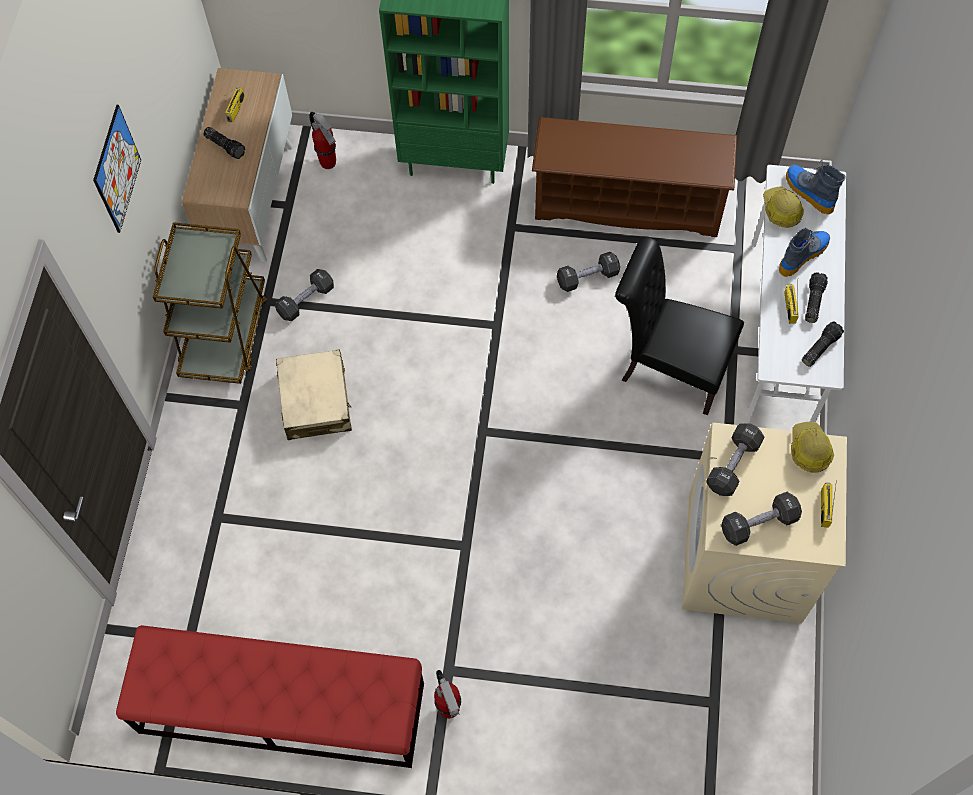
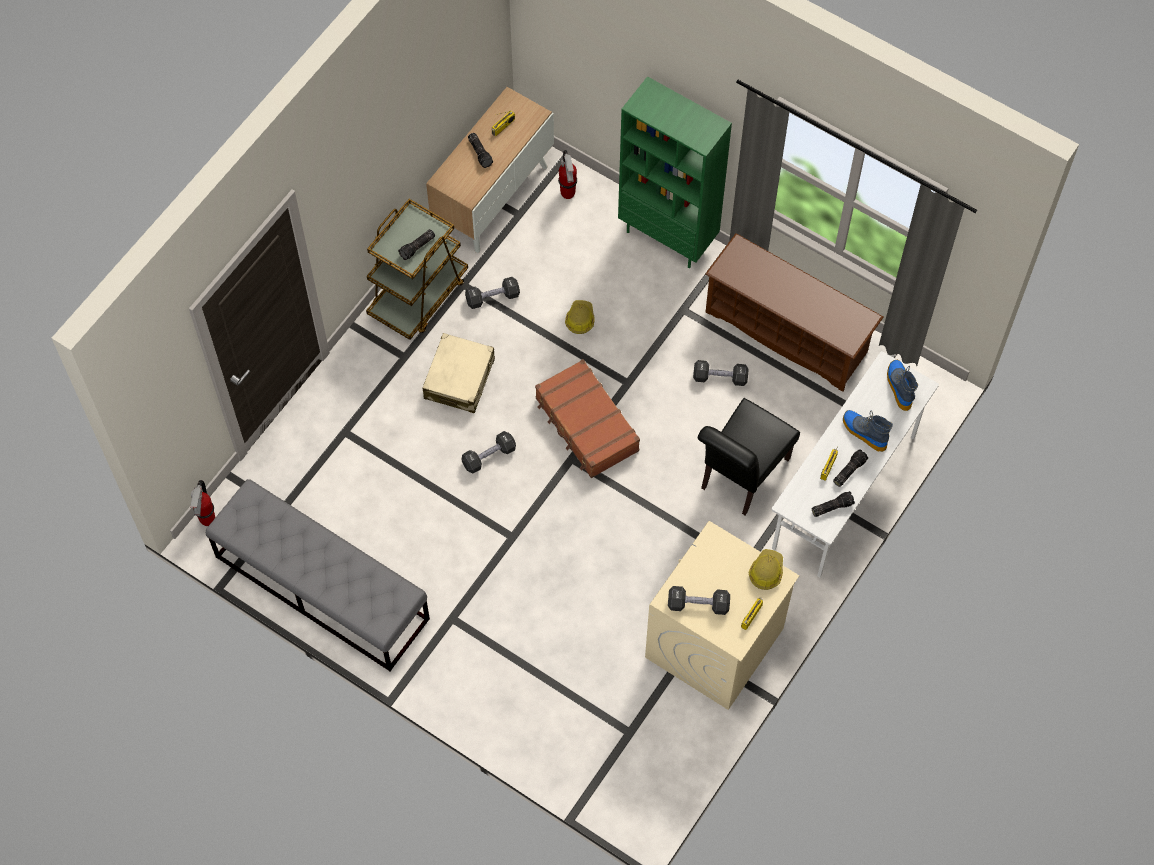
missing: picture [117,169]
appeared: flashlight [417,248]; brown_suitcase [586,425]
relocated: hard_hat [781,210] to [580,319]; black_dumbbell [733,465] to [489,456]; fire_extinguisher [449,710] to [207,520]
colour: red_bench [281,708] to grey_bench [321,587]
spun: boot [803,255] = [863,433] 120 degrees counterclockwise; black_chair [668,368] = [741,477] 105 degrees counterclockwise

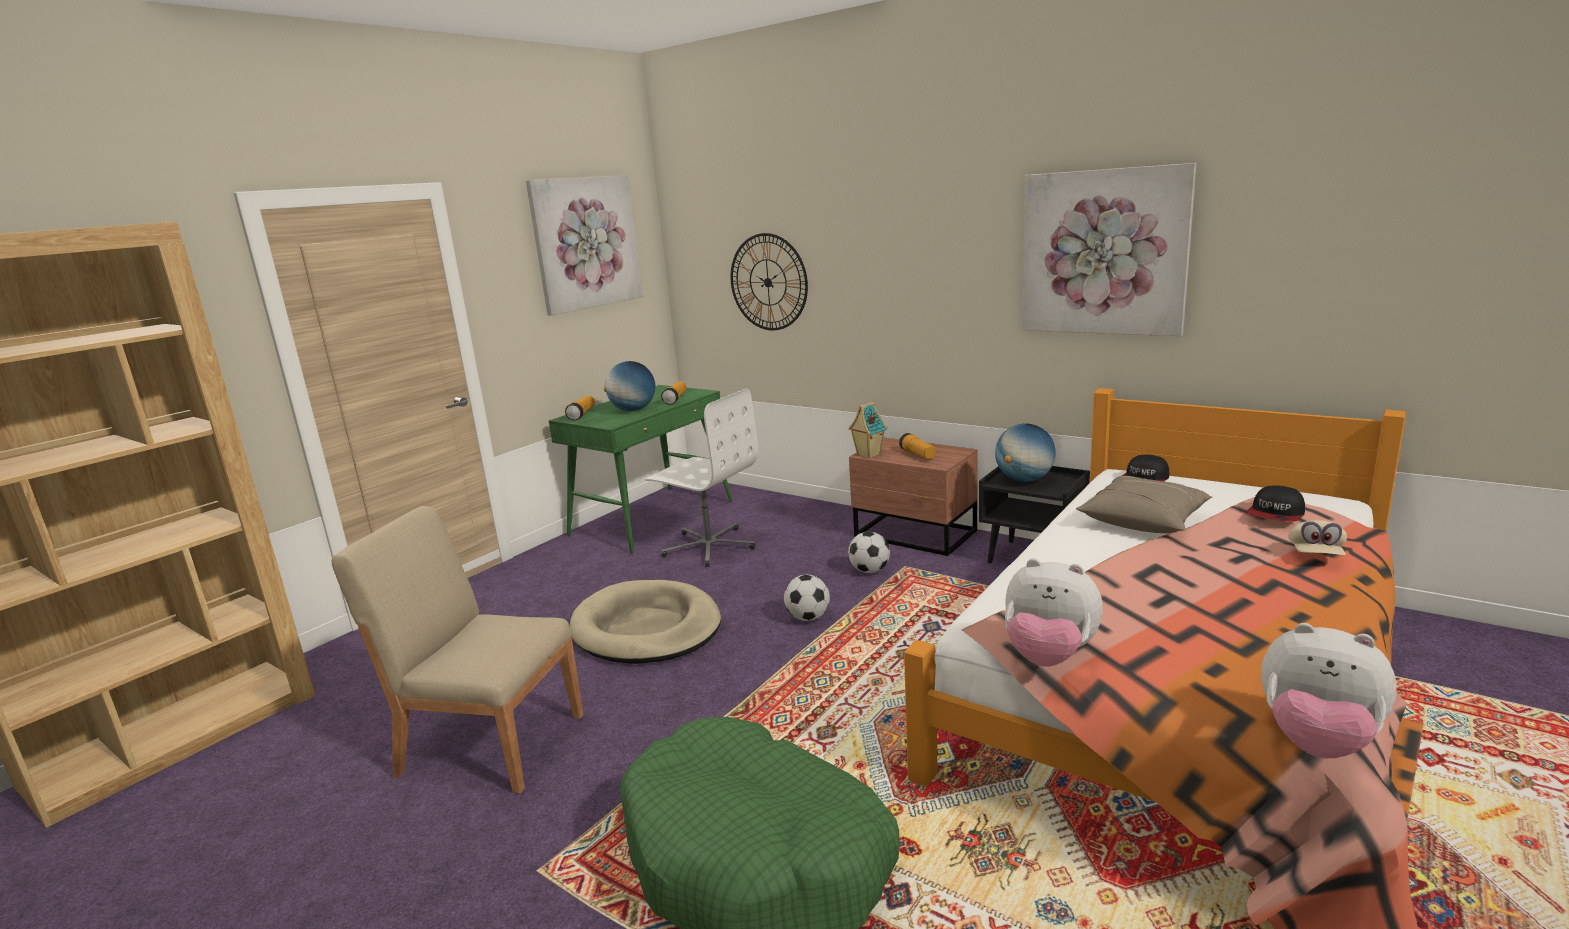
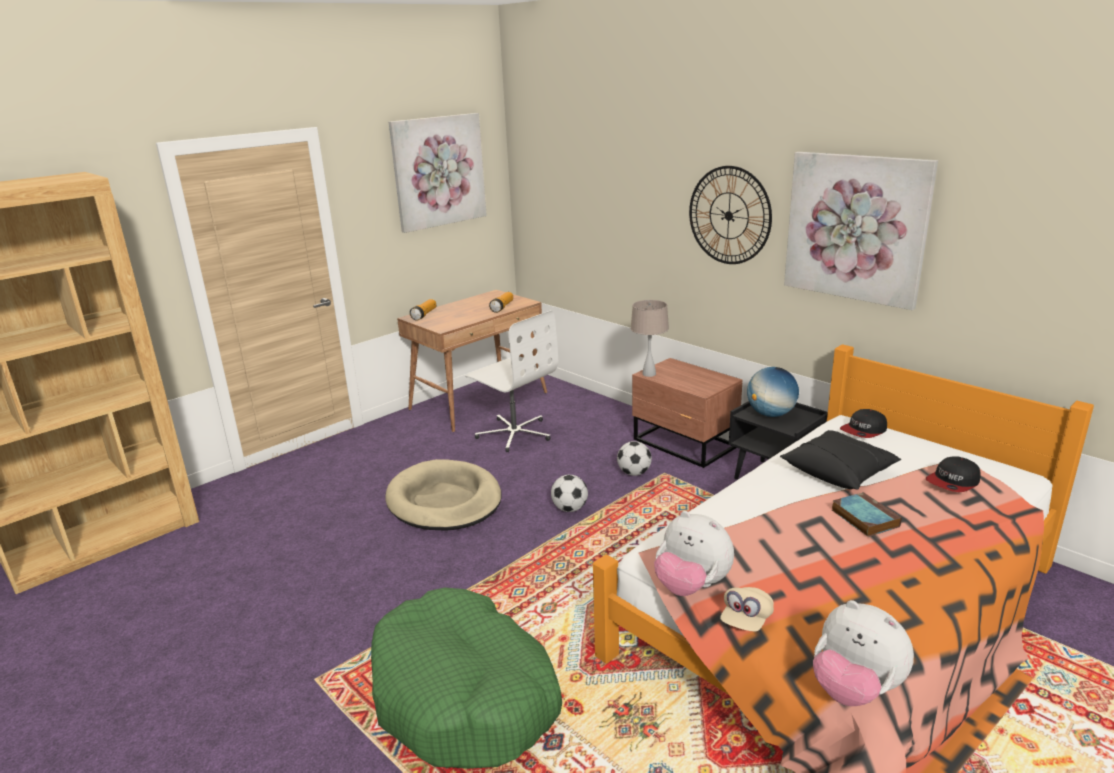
missing: globe [633,410]; flashlight [918,455]; beige_chair [490,743]
appeared: book [863,517]
relocated: wall_clock [768,282] to [729,215]; beige_cap [1315,555] to [746,620]
exchanged: toy_house [868,454] to beige_table_lamp [648,374]
colour: green_desk [652,517] to brown_desk [479,401]; beige_pillow [1143,521] to black_pillow [838,472]

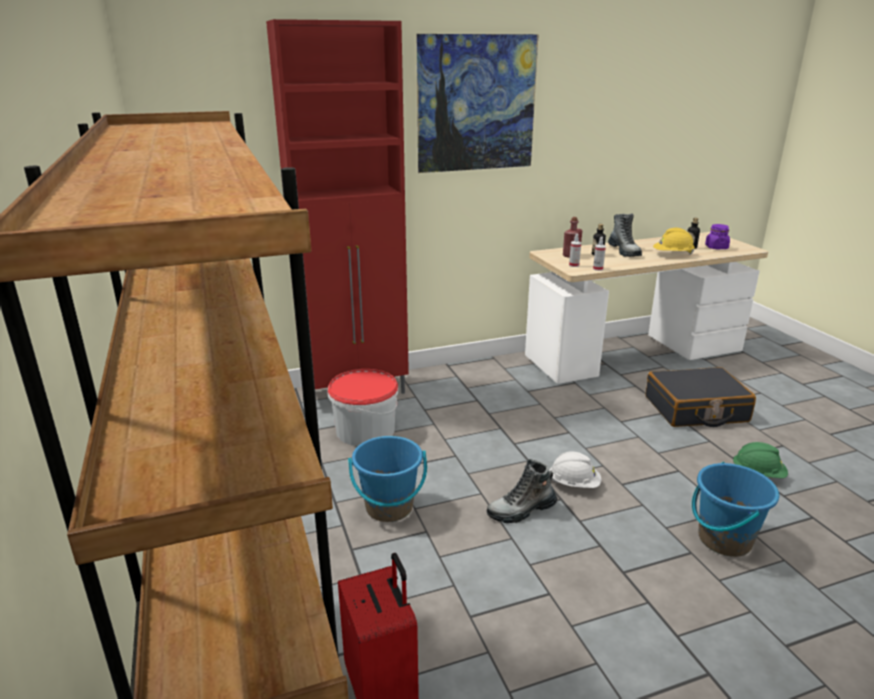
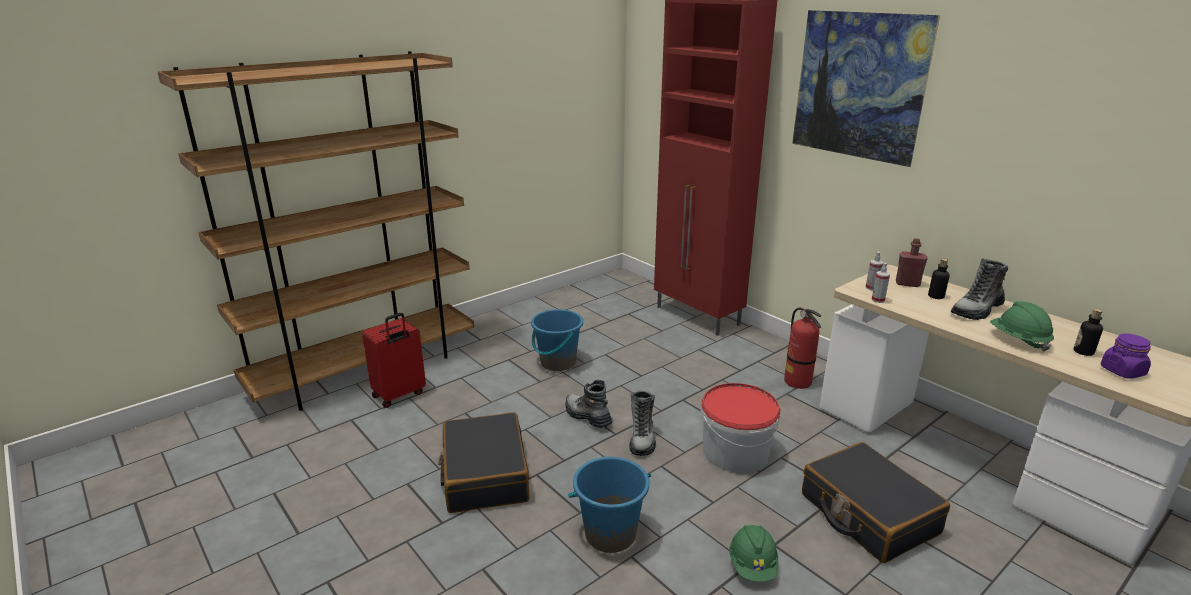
appeared: fire_extinguisher [798,382]; black_suitcase [484,474]
relocated: bucket [365,430] to [735,451]
exchanged: white_hard_hat [574,484] to boot [642,438]
colour: yellow_hard_hat [672,254] to green_hard_hat [1018,340]

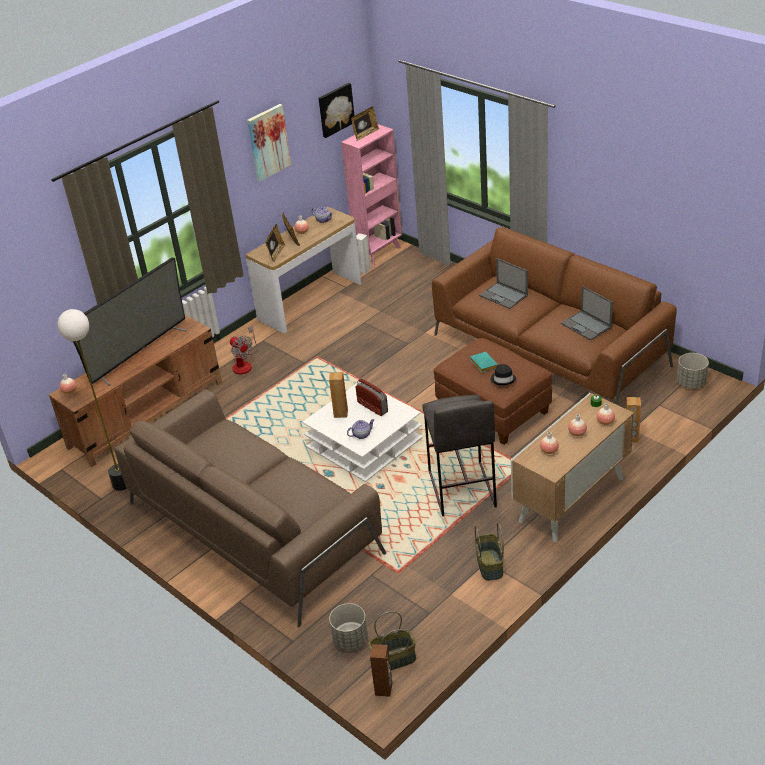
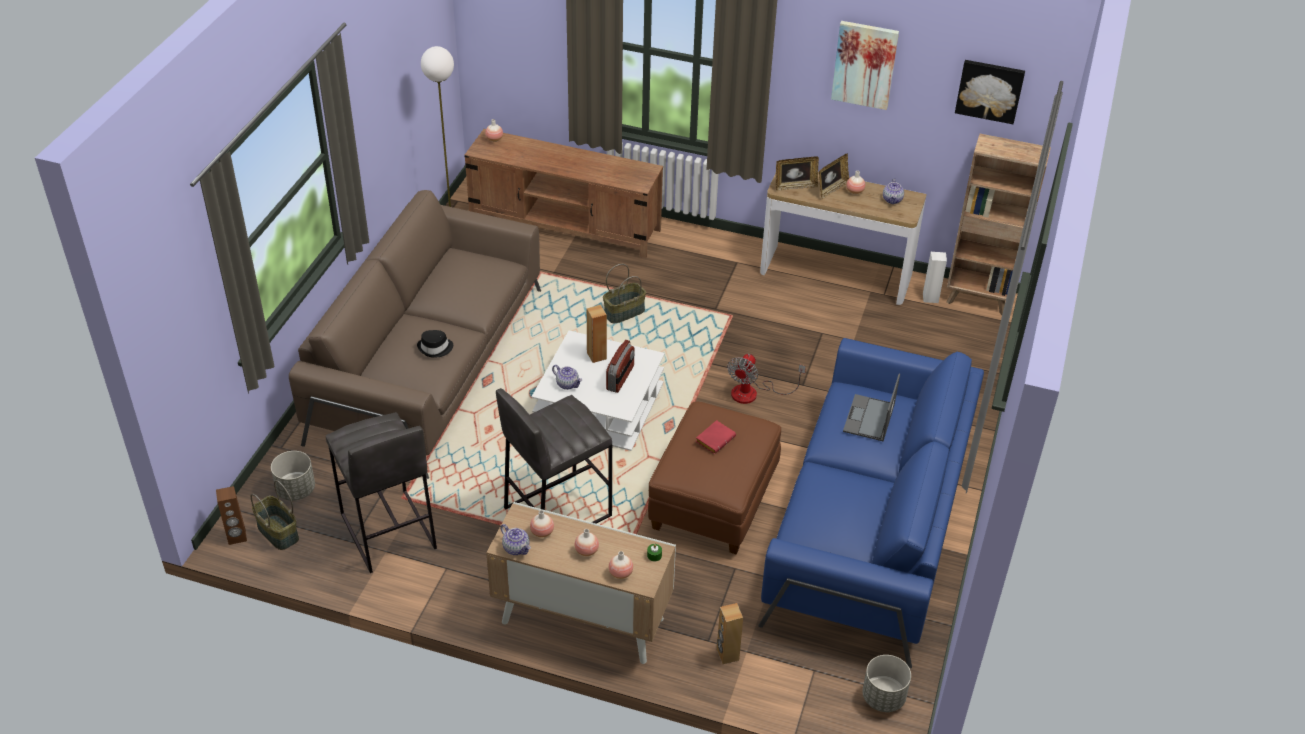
missing: picture_frame [365,134]; television [139,354]; laptop [586,325]
appeared: grey_stool [387,532]; teapot [516,548]
relocated: fan [244,364] to [753,393]; black_hat [503,379] to [435,348]; basket [489,565] to [624,312]
colour: pink_bookcase [379,252] to brown_bookcase [979,299]; brown_sofa [550,350] to blue_sofa [869,524]; turquoise_book [482,364] to red_book [715,439]

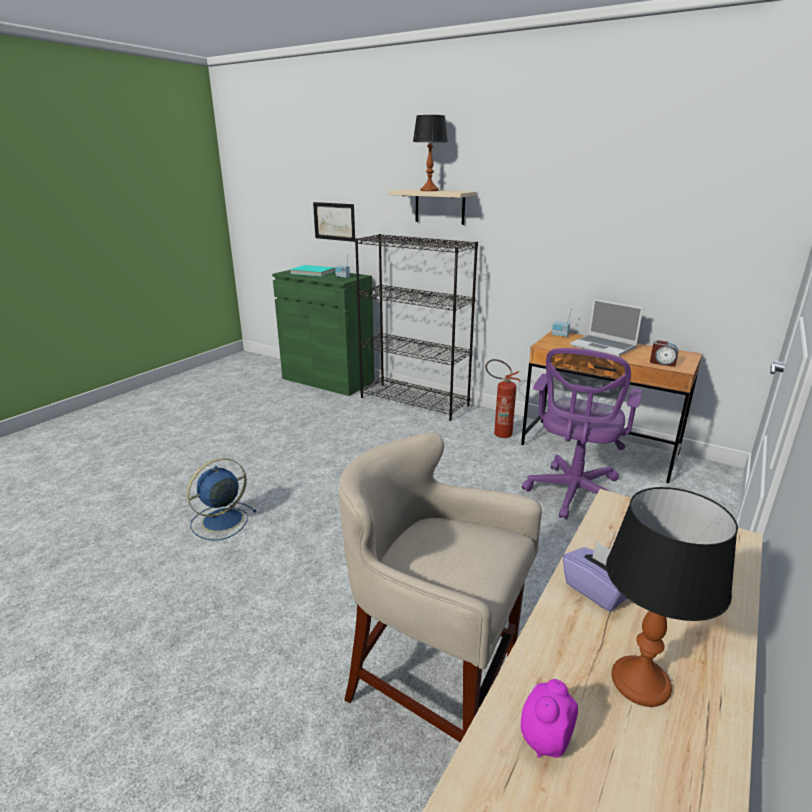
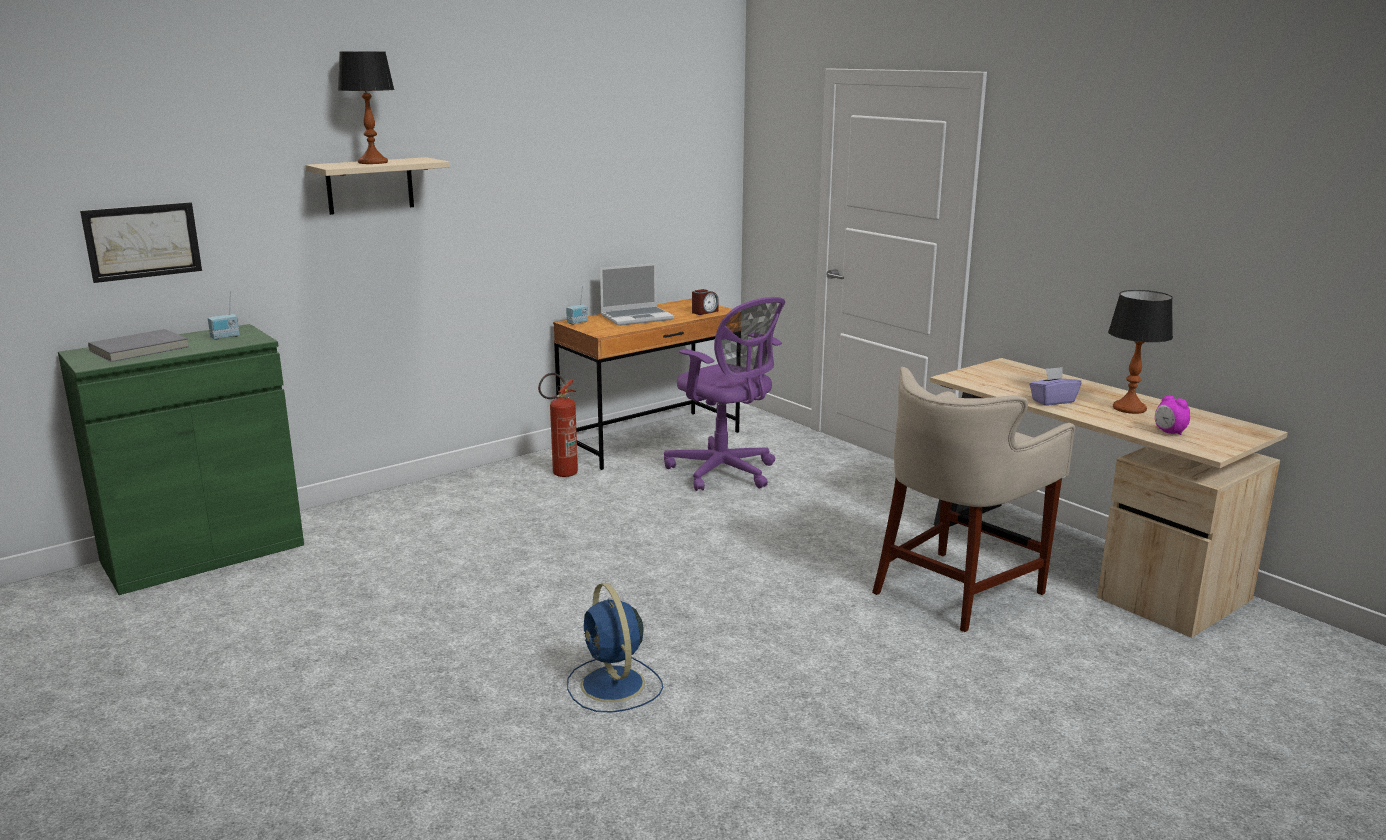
missing: black_bookcase [415,401]
colour: turquoise_book [312,272] to grey_book [140,349]

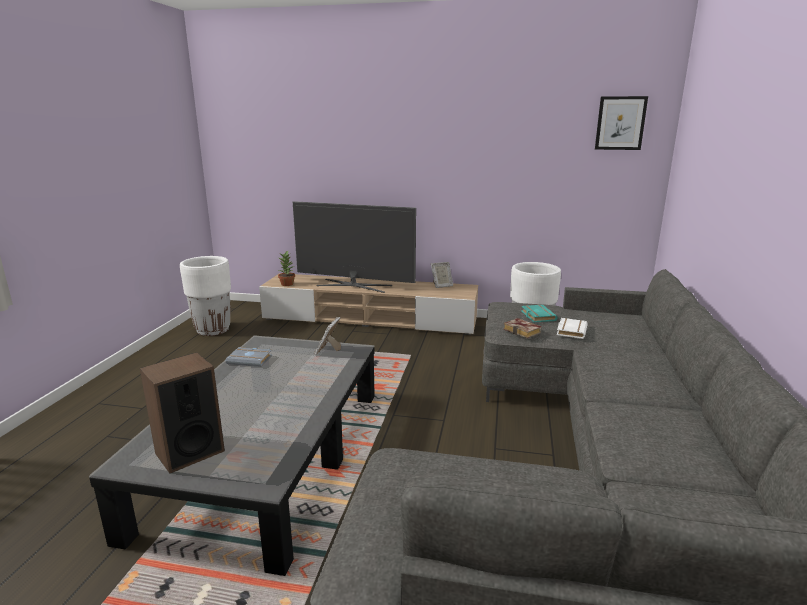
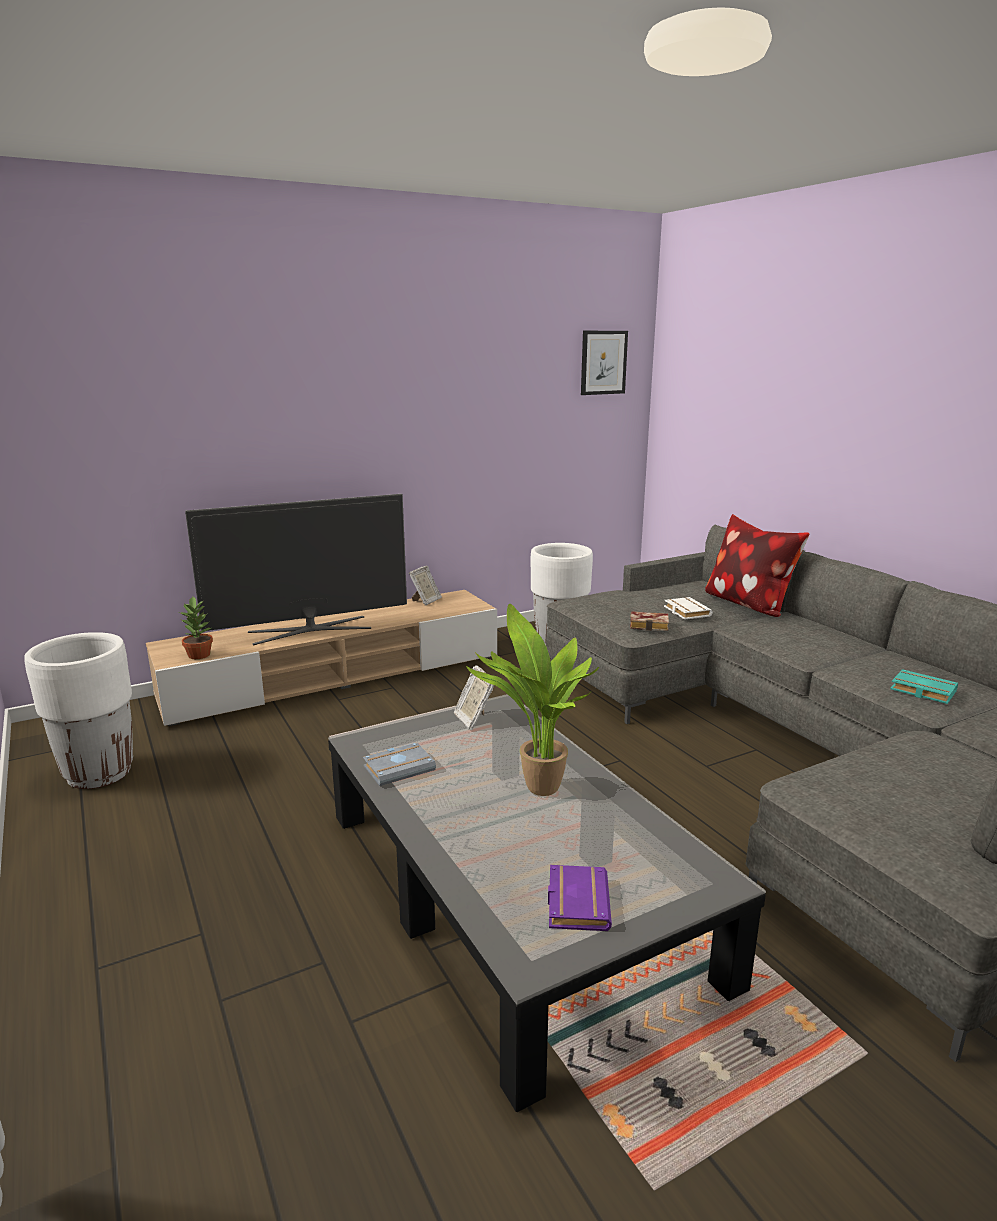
appeared: pillow [748,605]; potted_plant [537,789]
relocated: turquoise_book [537,316] to [921,691]
exchanged: speaker [189,452] to purple_book [575,902]

